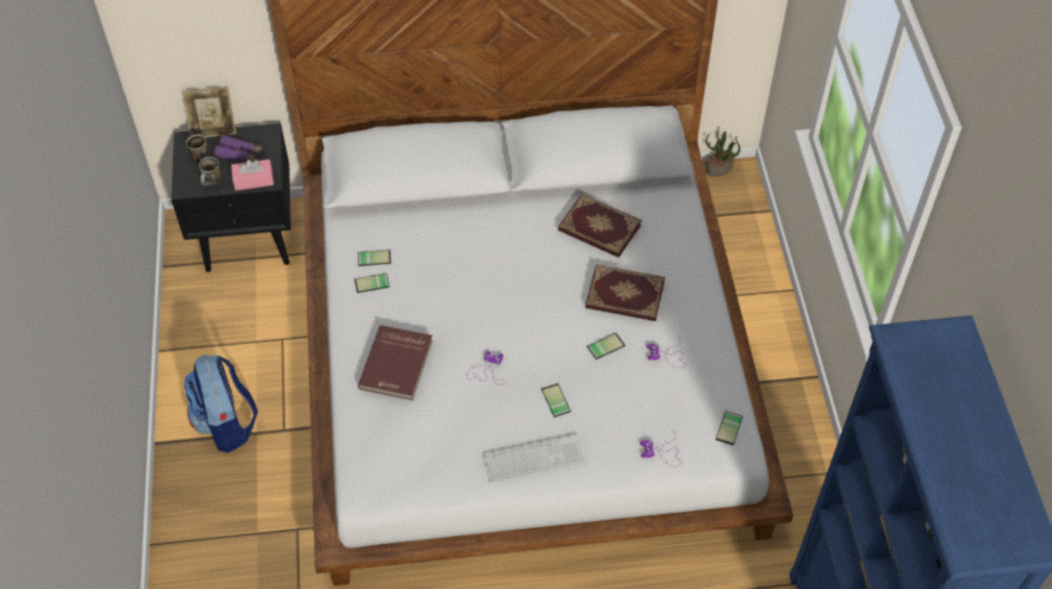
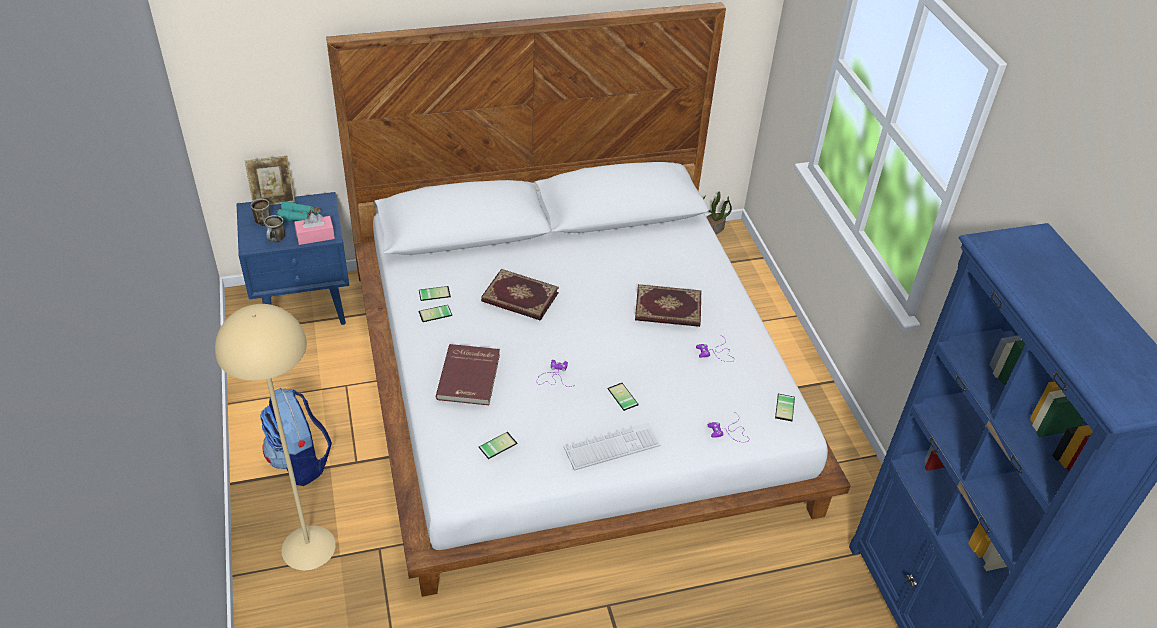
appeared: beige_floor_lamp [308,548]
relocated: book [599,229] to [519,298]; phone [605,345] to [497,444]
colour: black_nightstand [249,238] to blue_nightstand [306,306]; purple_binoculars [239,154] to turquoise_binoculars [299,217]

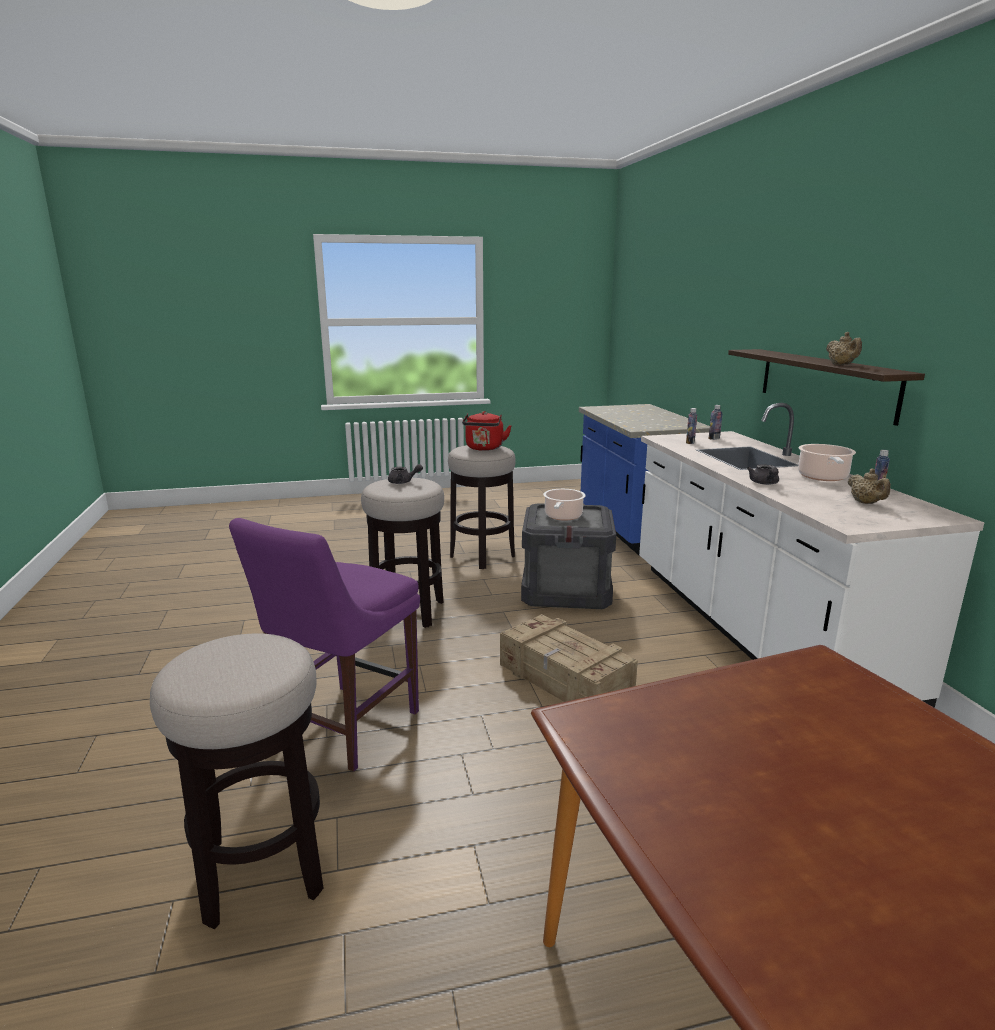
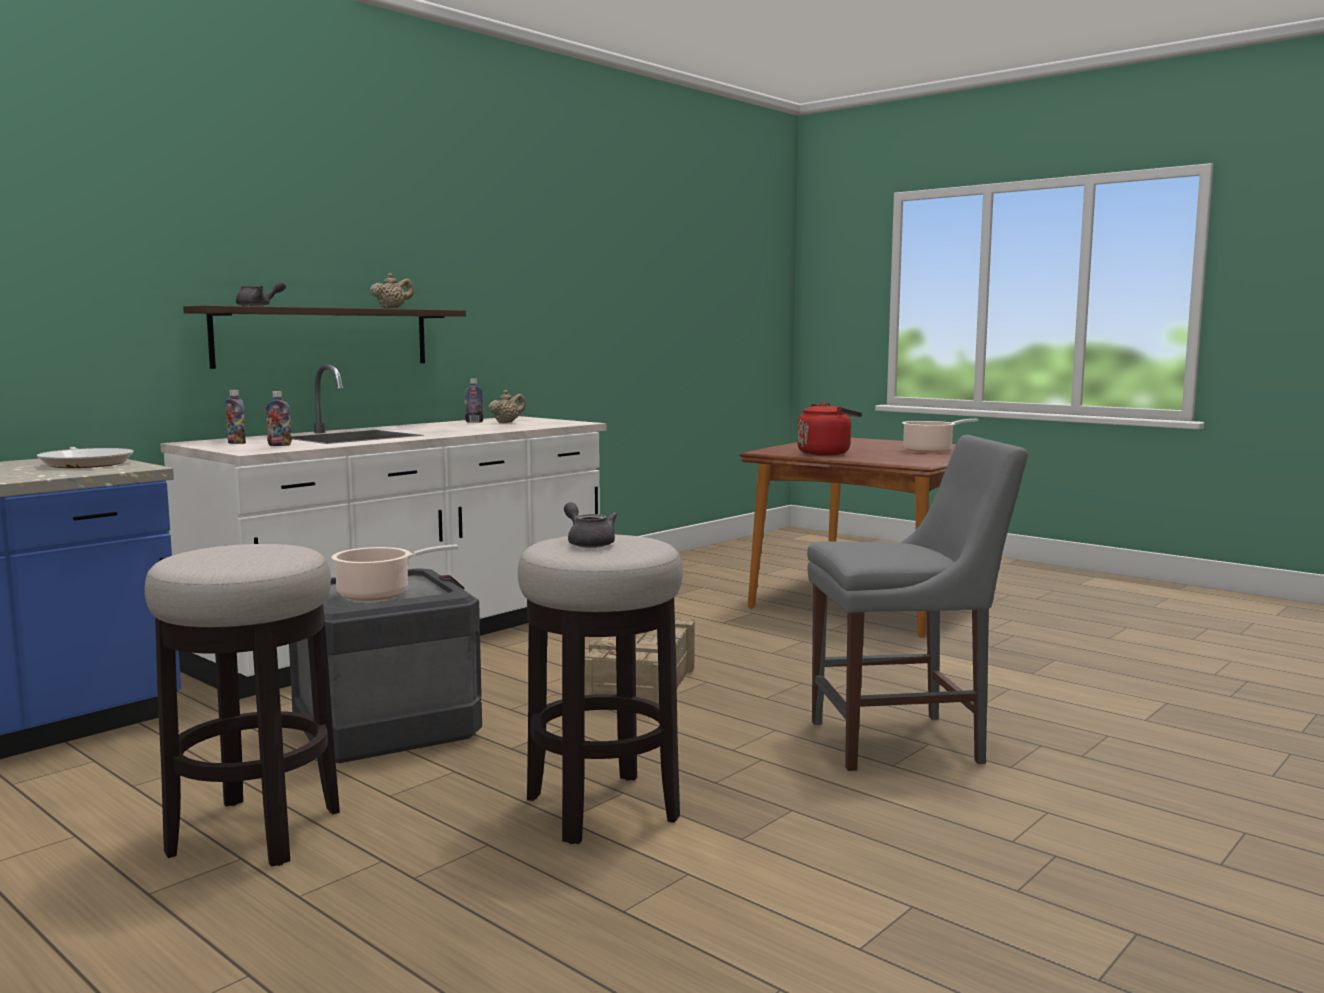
missing: stool [262,870]
appeared: frying_pan [86,463]
relocated: red_kettle [484,448] to [826,453]; cooking_pot [823,477] to [930,450]; grey_teapot [764,483] to [259,306]
colour: purple_chair [342,728] to grey_chair [904,742]

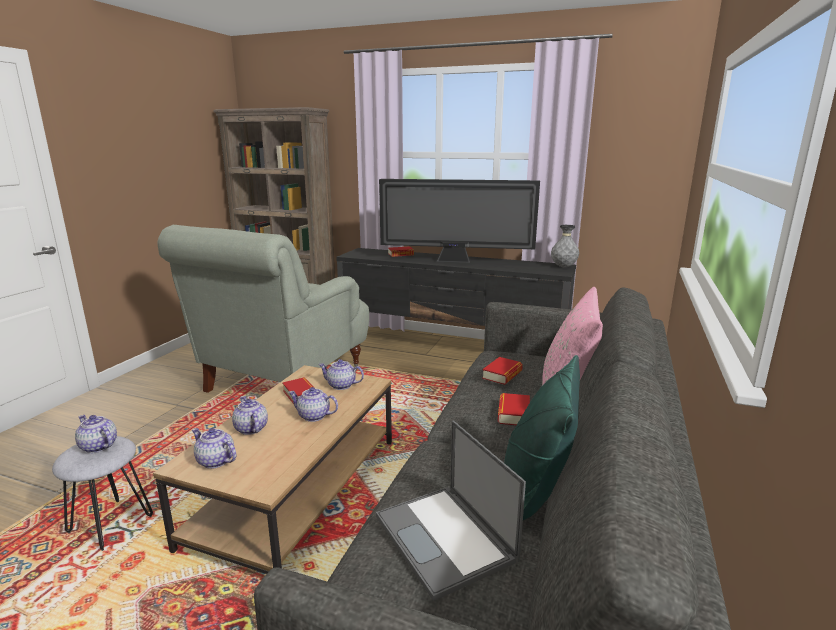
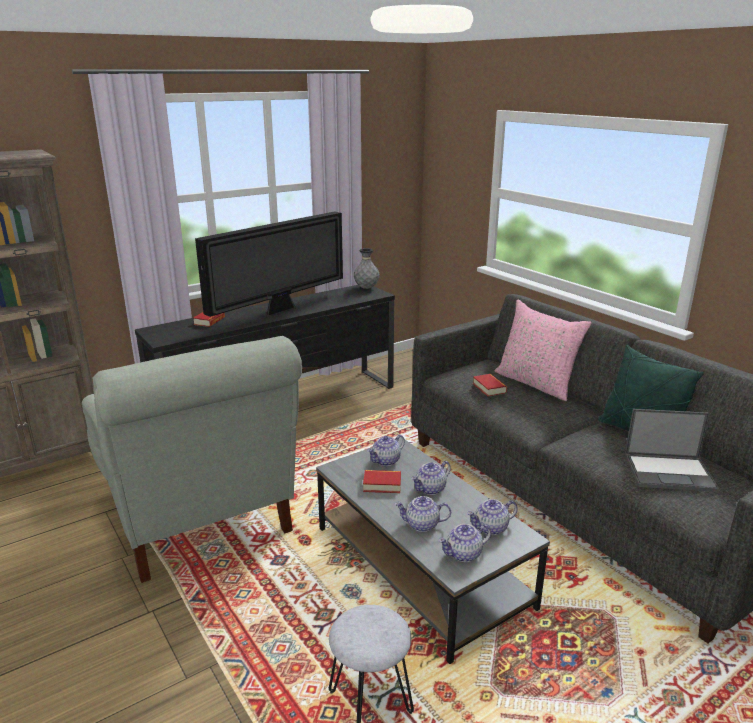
missing: book [513,414]
relocated: teapot [98,446] to [491,528]
colour: brown_coffee_table [298,490] to grey_coffee_table [421,566]

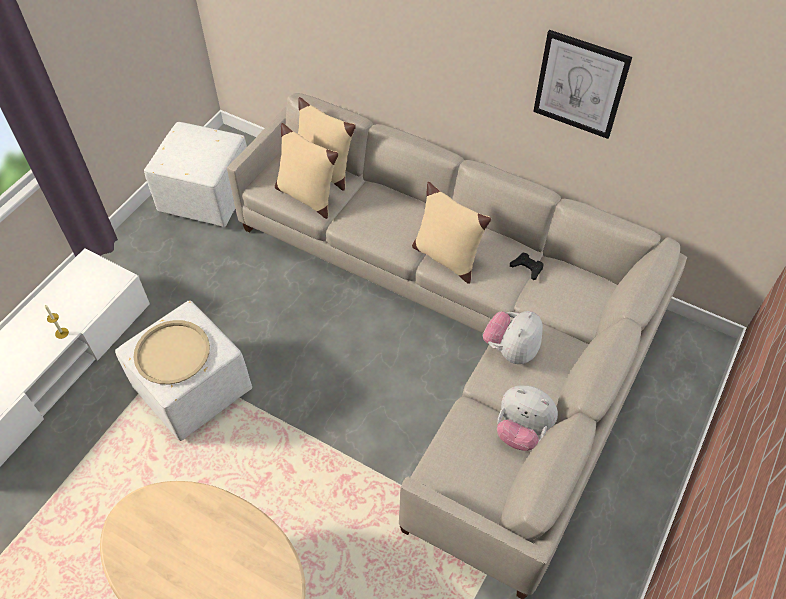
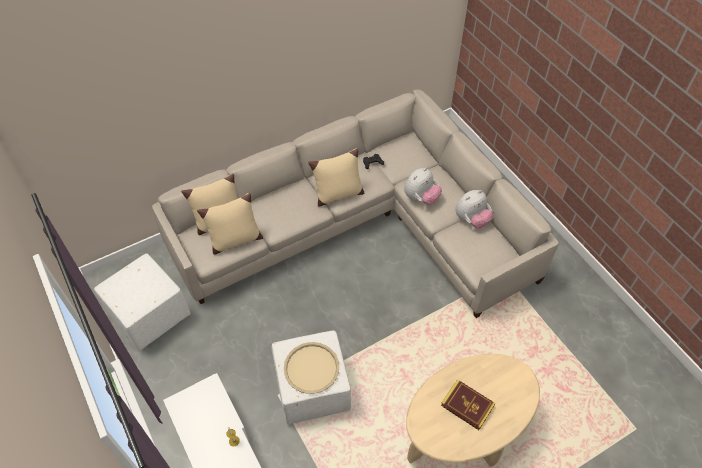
missing: picture [580,84]
appeared: book [467,405]
spun: plush_toy [511,349] = [421,198] 105 degrees counterclockwise

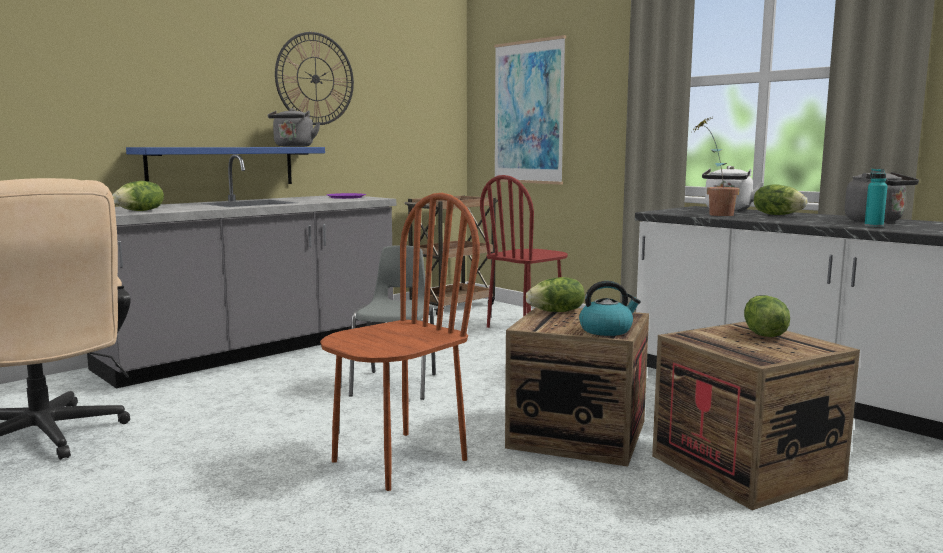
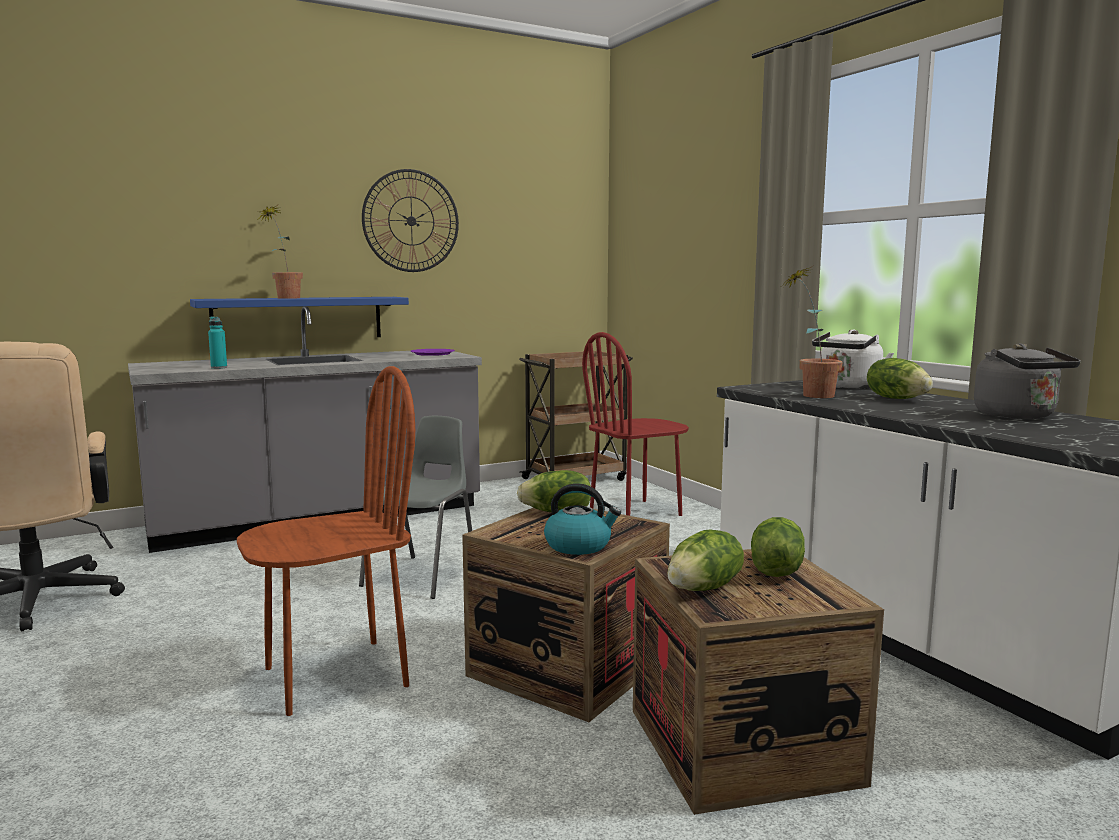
missing: picture [528,112]; grey_kettle [293,146]
appeared: potted_plant [284,298]
relocated: turquoise_bottle [873,226] to [219,367]; lettuce [140,211] to [705,588]

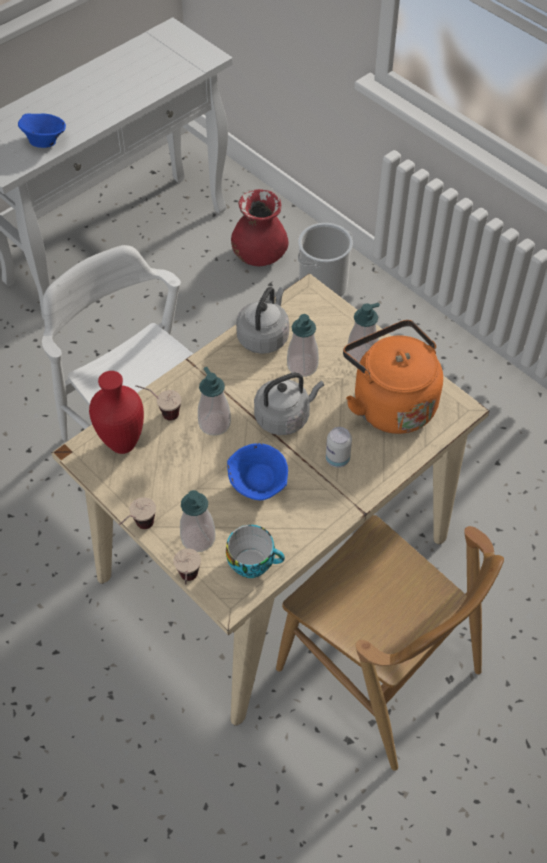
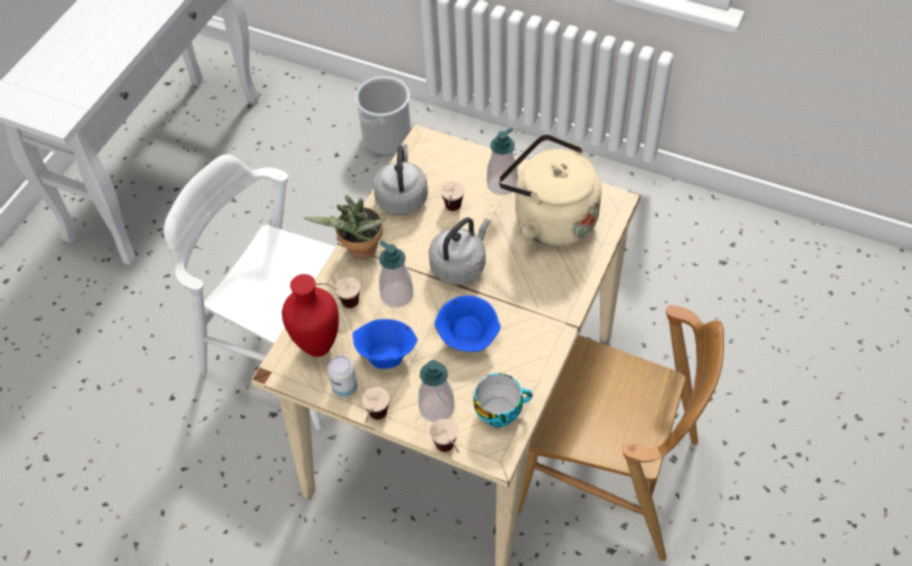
missing: red_vase [259,256]
appeared: potted_plant [360,252]
relocated: blue_bowl [44,142] to [385,355]; can [337,459] to [345,387]
exchanged: soap_dispenser [302,366] to cup [452,212]
colour: orange_kettle [390,403] to beige_kettle [550,218]

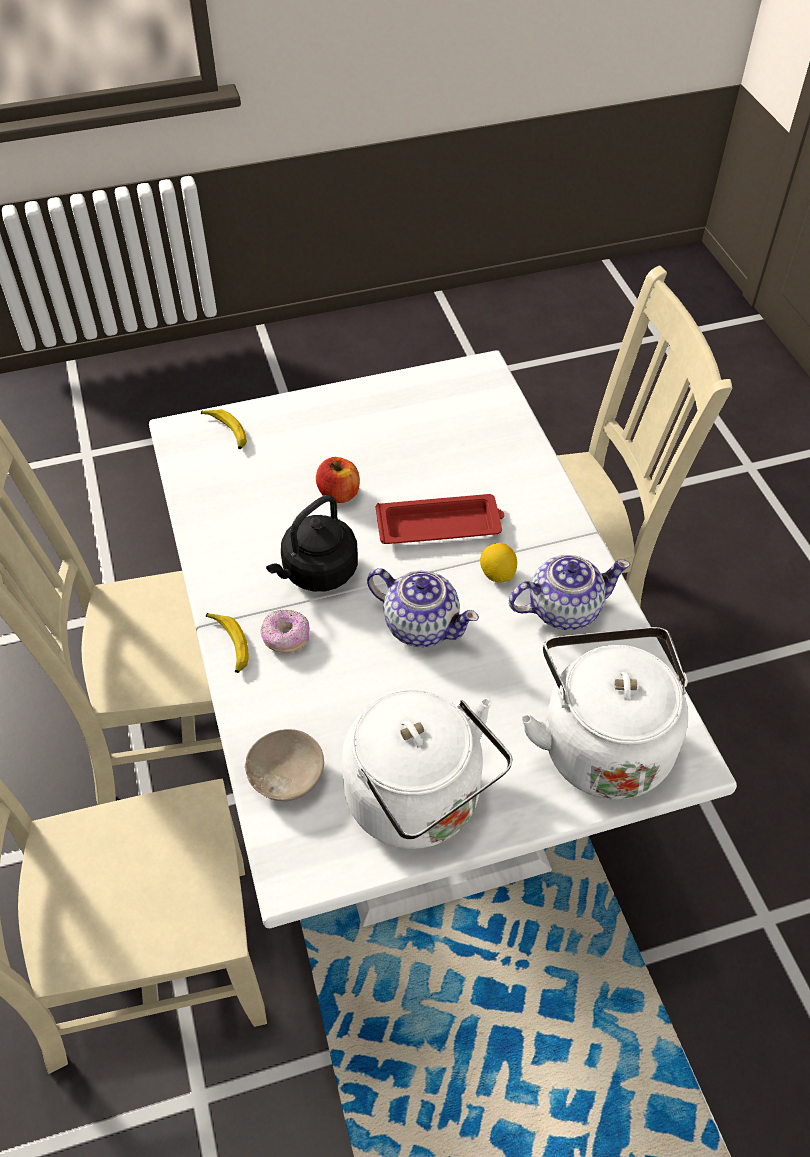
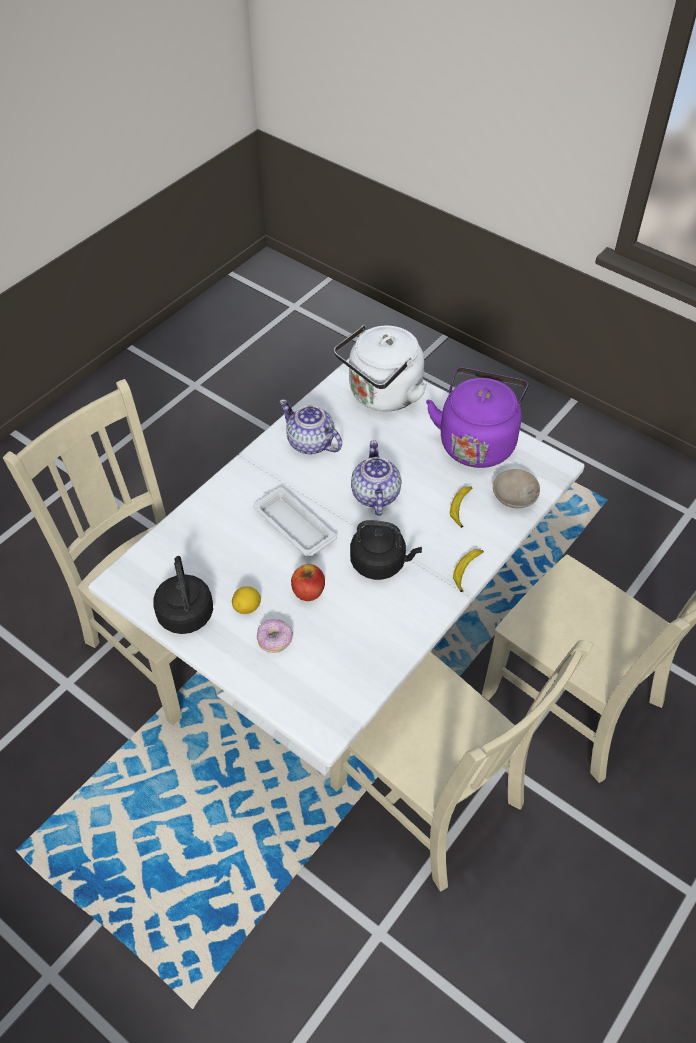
appeared: black_kettle [185,611]
relocated: banana [226,432] to [462,508]; lemon [497,574] to [247,608]; donut [286,638] to [275,640]
colour: red_tray [441,526] to white_tray [293,525]; white_kettle [420,803] to purple_kettle [477,441]

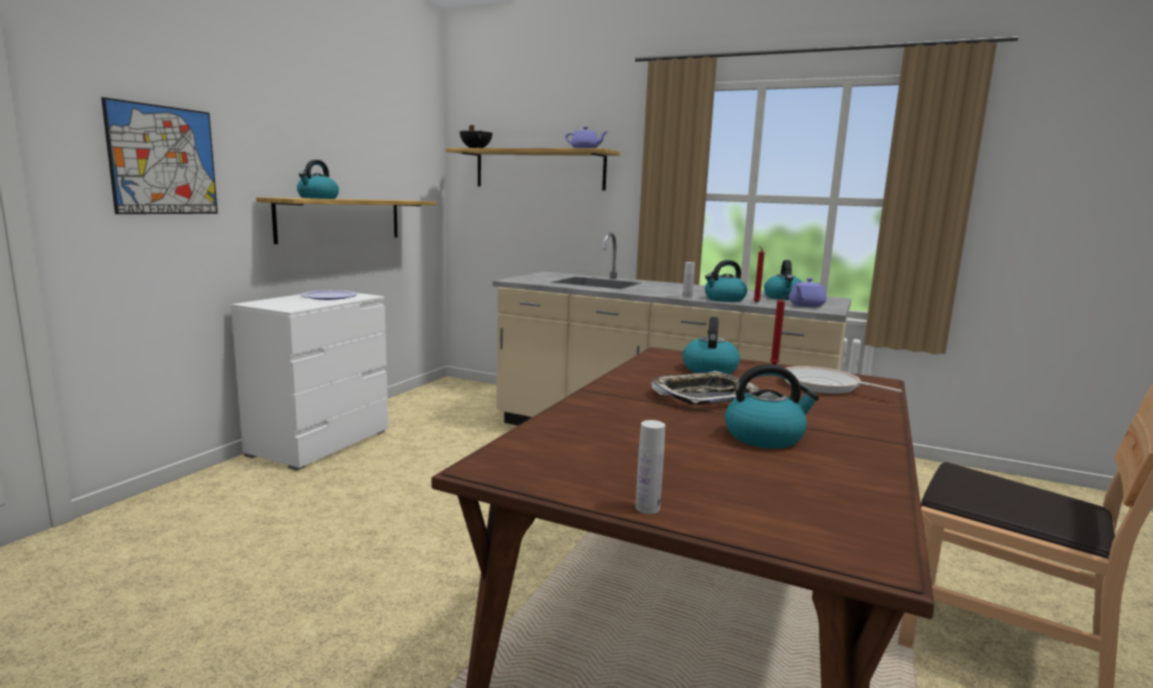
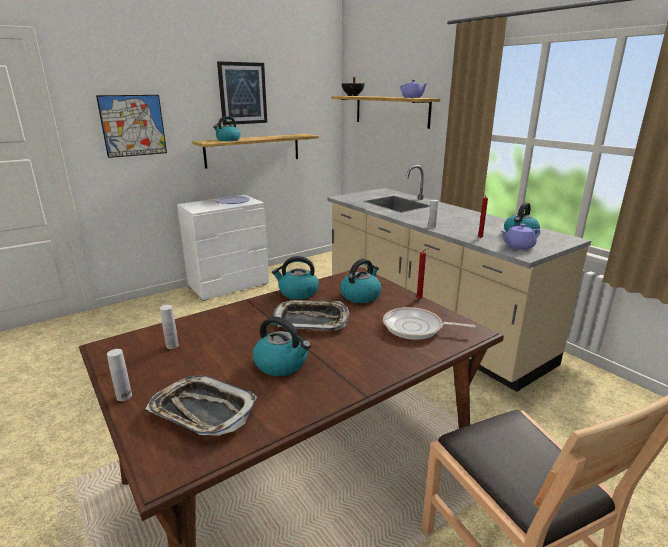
appeared: picture [242,93]; white_bottle [172,345]; tray [202,411]
relocated: kettle [724,299] to [297,292]
spun: frying_pan [824,386] = [416,328] 60 degrees counterclockwise

